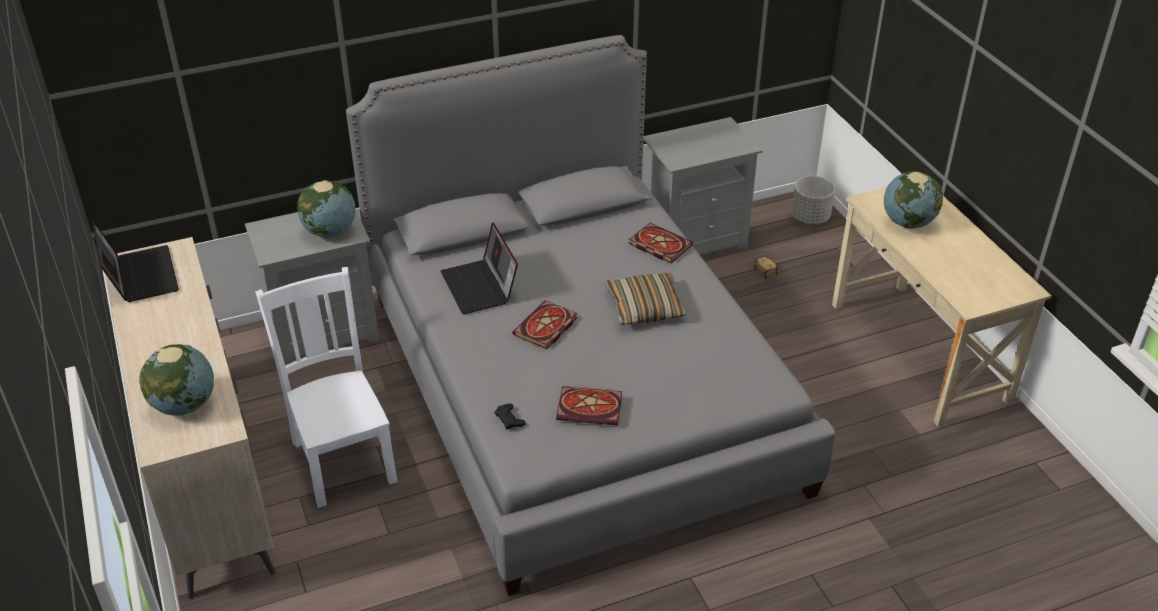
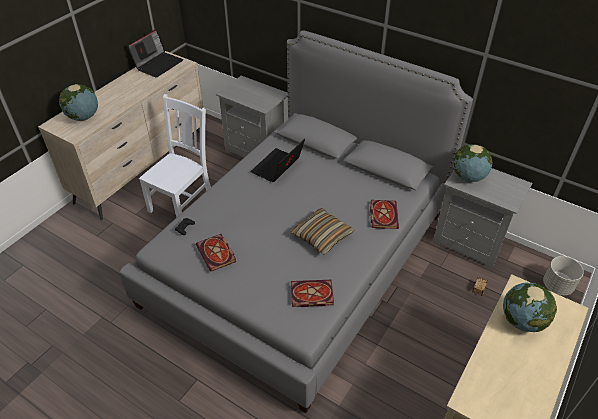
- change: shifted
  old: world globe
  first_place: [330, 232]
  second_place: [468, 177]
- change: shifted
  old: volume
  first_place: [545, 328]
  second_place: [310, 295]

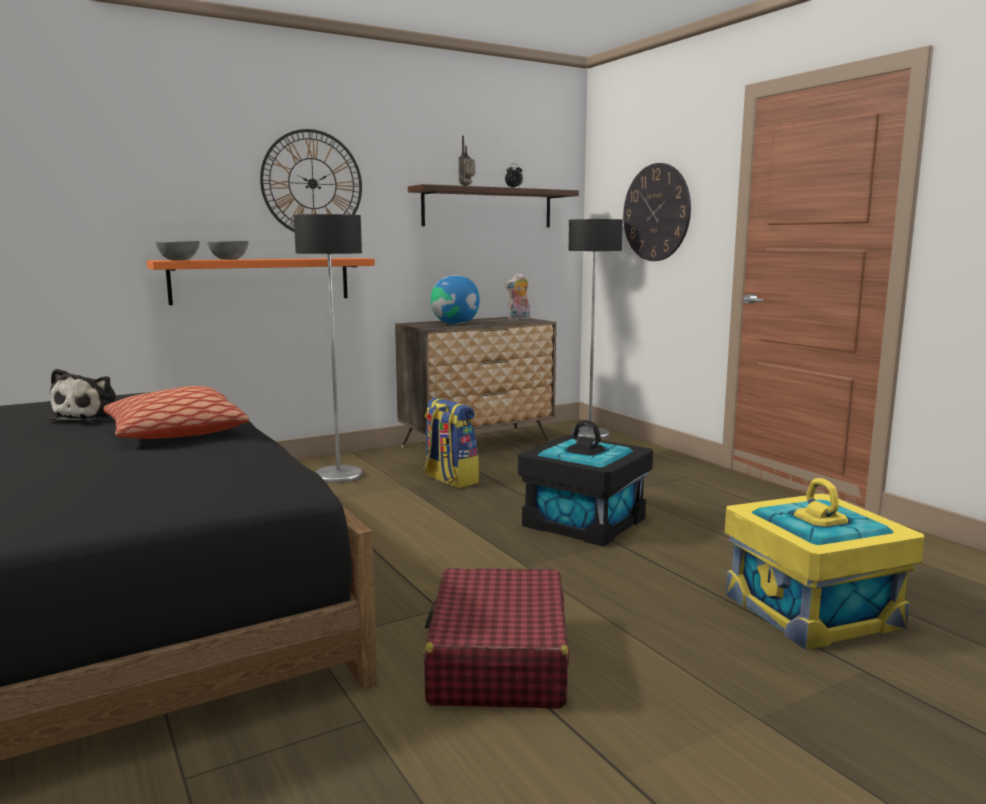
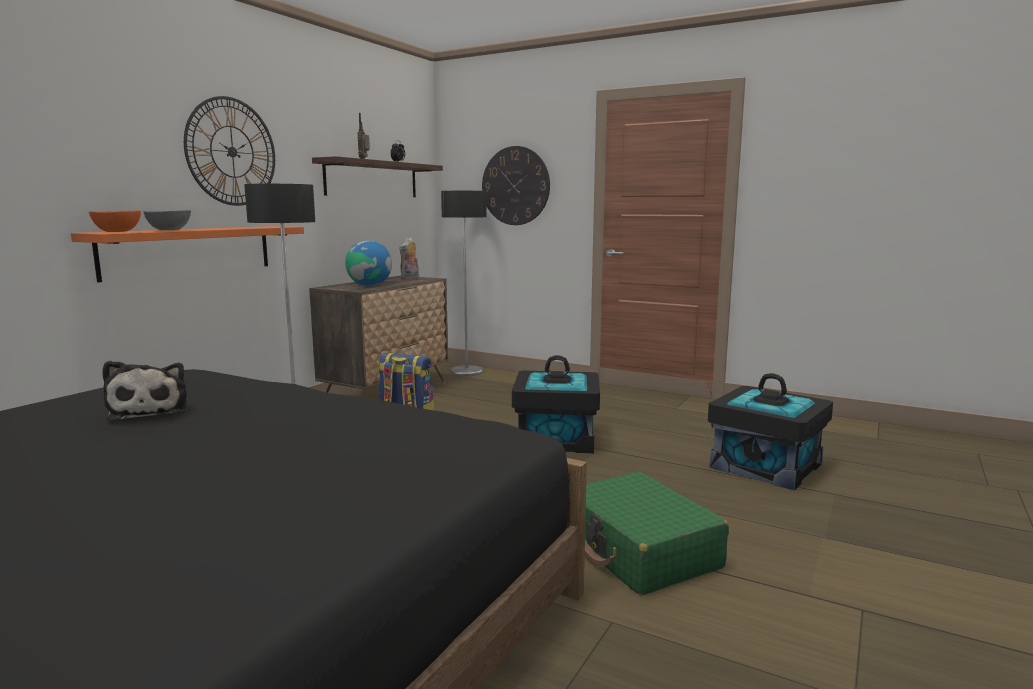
- change: repainted
  old: deep dish/gray
  new: deep dish/orange
  first_place: [180, 260]
  second_place: [119, 232]
- change: gone
  old: throw pillow
  first_place: [176, 433]
- change: repainted
  old: storage bin/yellow
  new: storage bin/black-coloured
  first_place: [813, 611]
  second_place: [766, 466]
- change: repainted
  old: piece of luggage/reddish
  new: piece of luggage/green
  first_place: [498, 660]
  second_place: [639, 550]

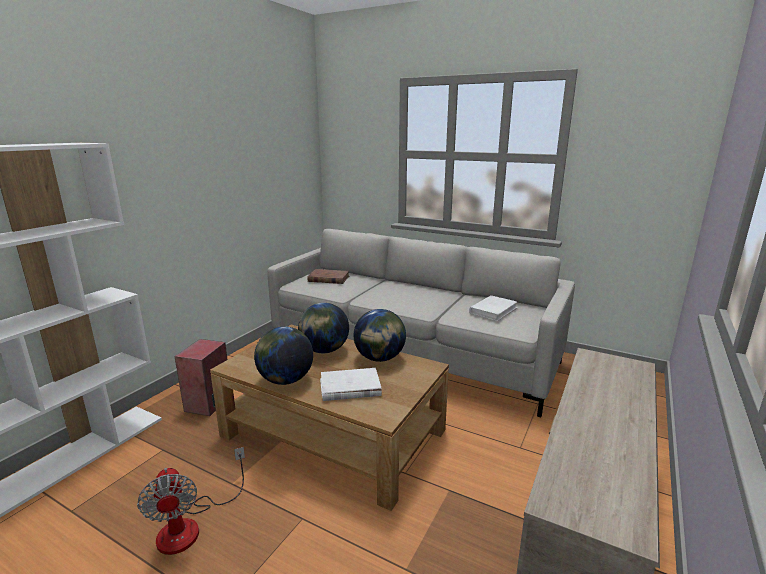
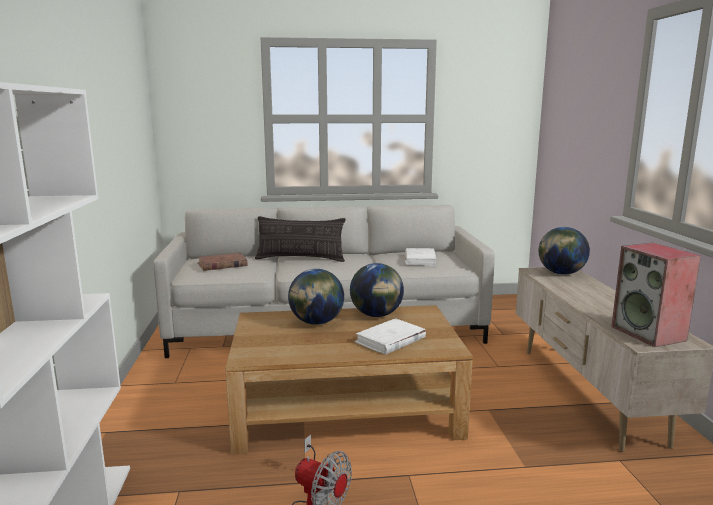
- change: shifted
  old: world globe
  first_place: [285, 380]
  second_place: [561, 273]
- change: shifted
  old: audio speaker
  first_place: [208, 403]
  second_place: [649, 334]
- change: new
  new: throw pillow
  second_place: [300, 259]

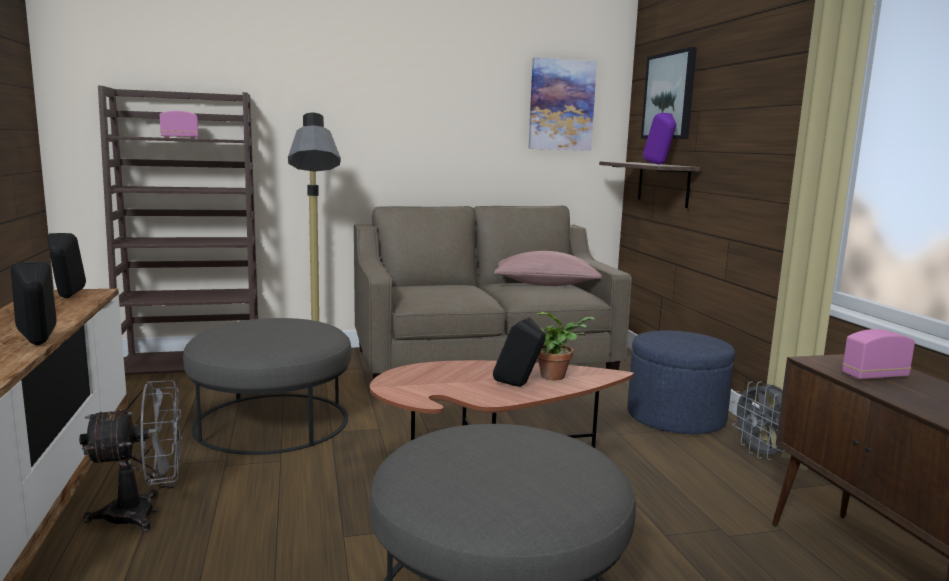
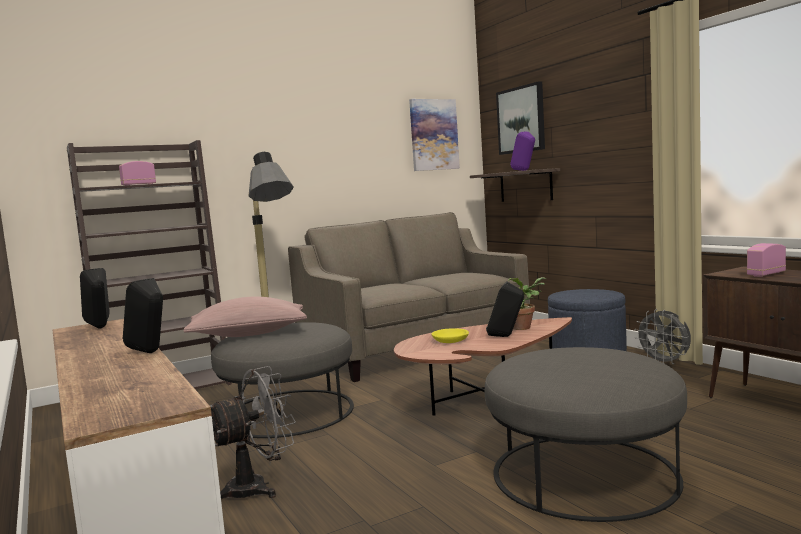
- change: shifted
  old: throw pillow/pink-coloured
  first_place: [545, 284]
  second_place: [249, 334]
- change: new
  new: deep dish/yellow
  second_place: [451, 341]

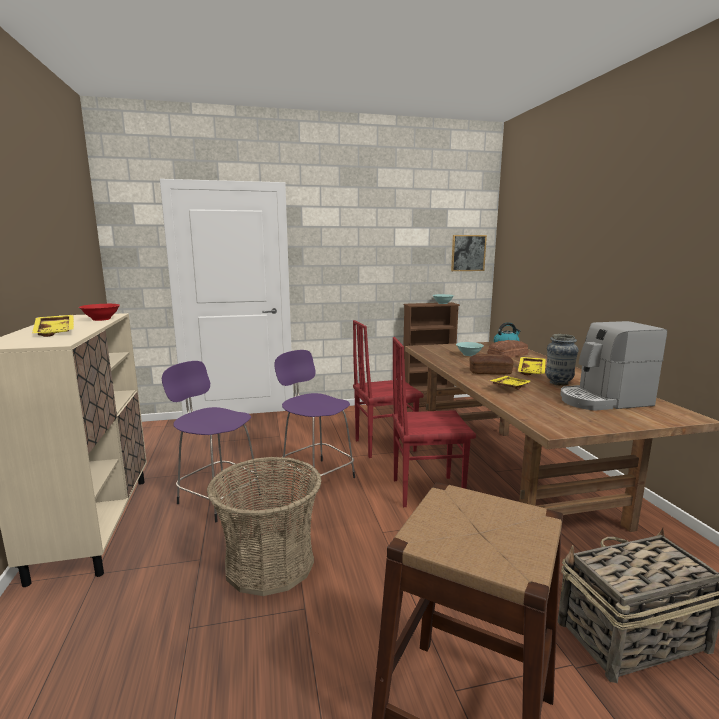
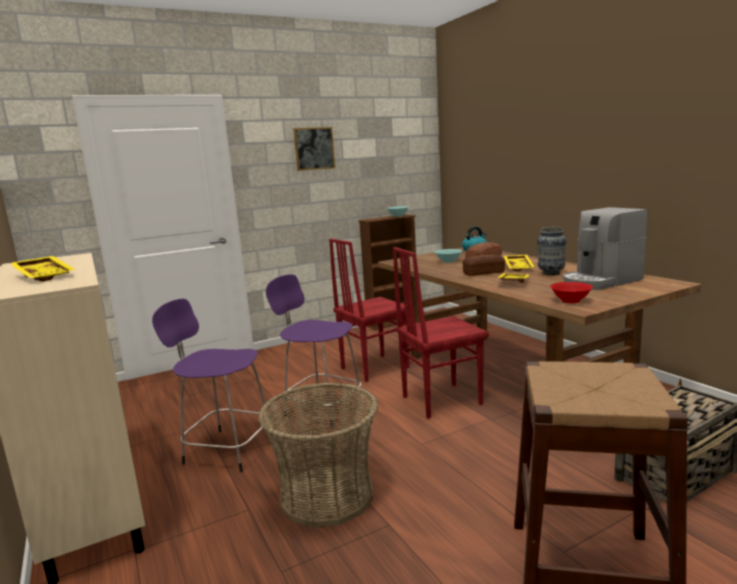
- change: shifted
  old: picture
  first_place: [468, 253]
  second_place: [314, 148]
- change: shifted
  old: deep dish/reddish
  first_place: [101, 319]
  second_place: [570, 301]

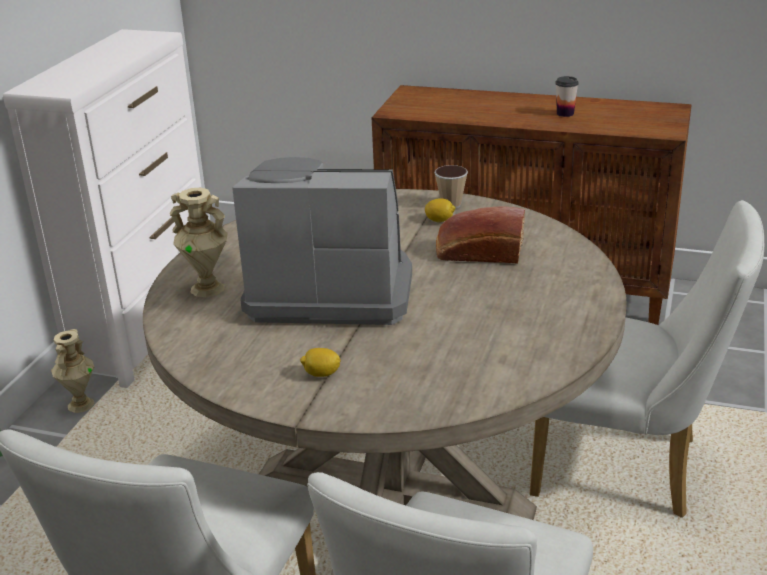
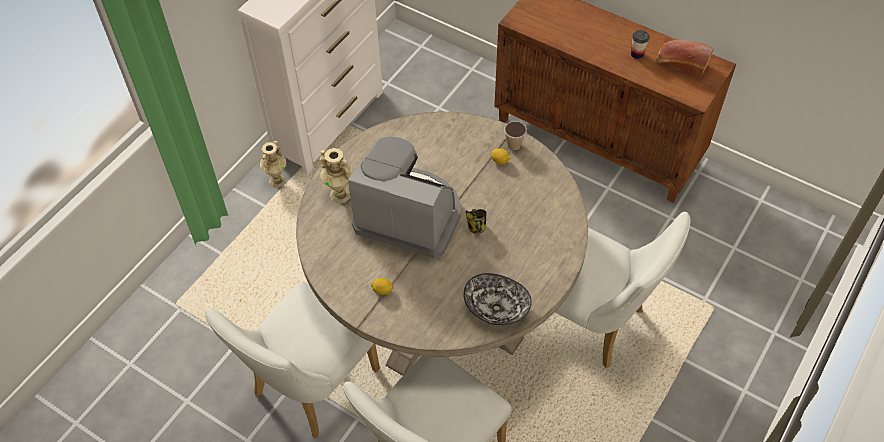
- change: shifted
  old: bakery bread
  first_place: [478, 253]
  second_place: [680, 64]
- change: new
  new: coffee mug
  second_place: [477, 228]
- change: new
  new: deep dish
  second_place: [496, 309]

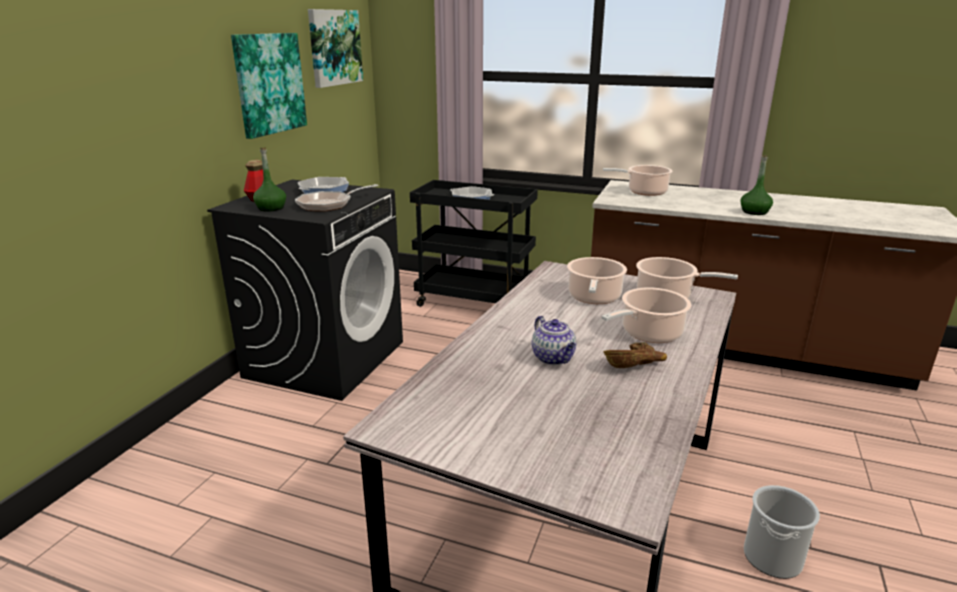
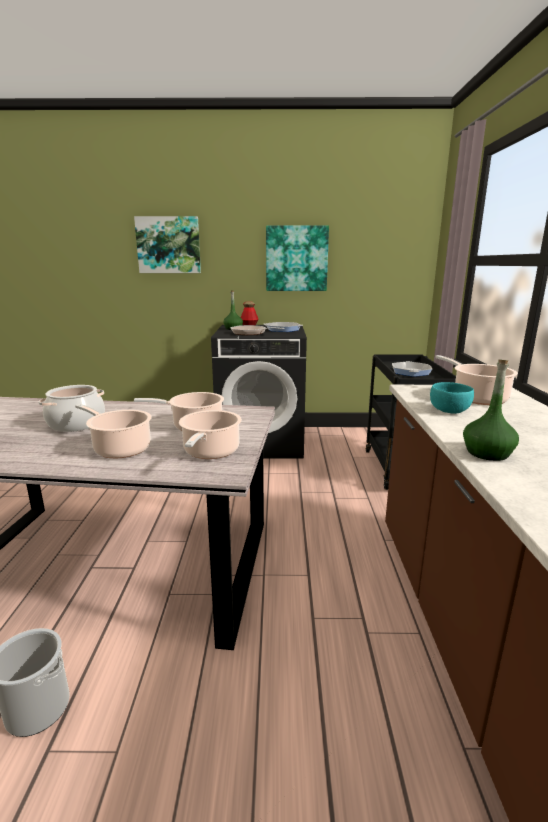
- change: shifted
  old: picture
  first_place: [334, 47]
  second_place: [168, 245]
- change: swapped
  old: teapot
  new: saucepot
  first_place: [554, 358]
  second_place: [76, 424]
- change: gone
  old: deep dish/brownish
  first_place: [634, 366]
- change: new
  new: deep dish/turquoise
  second_place: [450, 410]

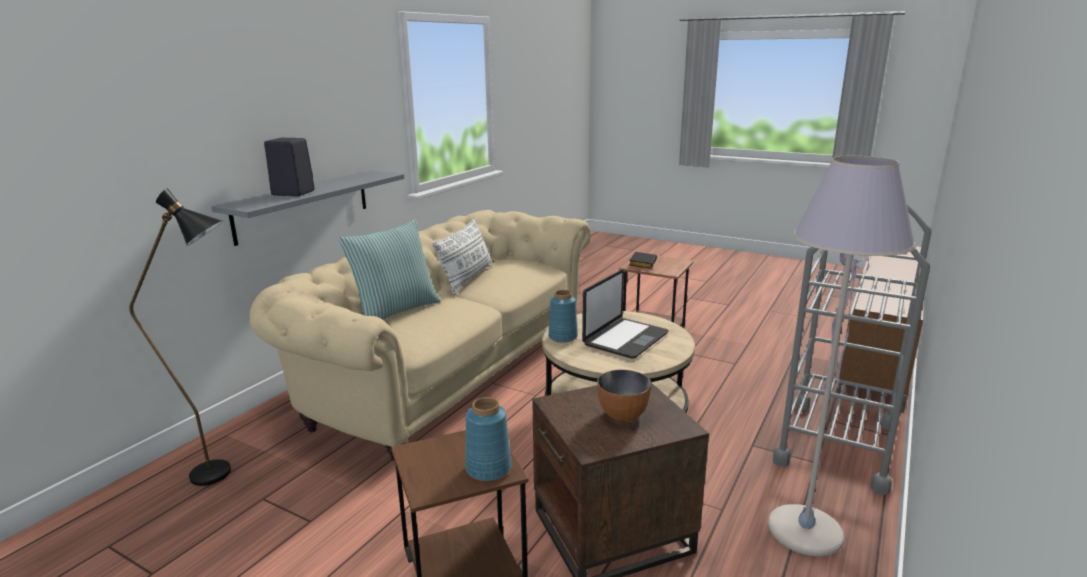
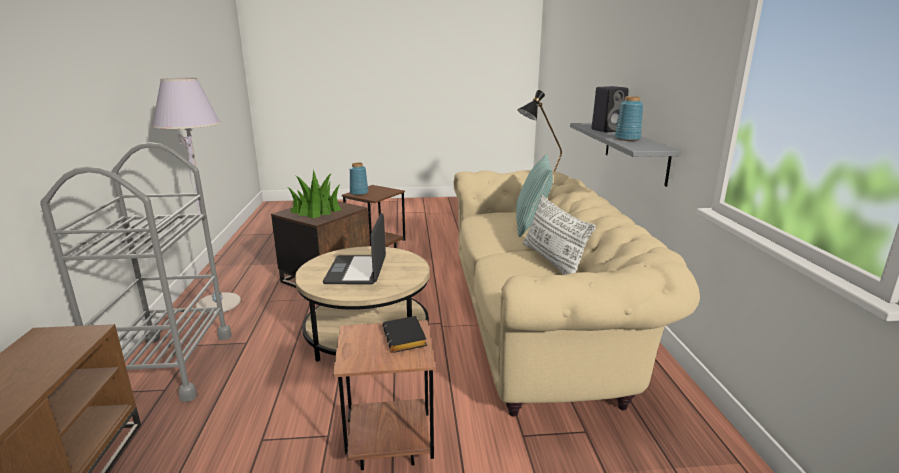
- change: shifted
  old: vase/bluish
  first_place: [563, 337]
  second_place: [627, 139]
- change: swapped
  old: deep dish
  new: houseplant
  first_place: [622, 415]
  second_place: [316, 210]

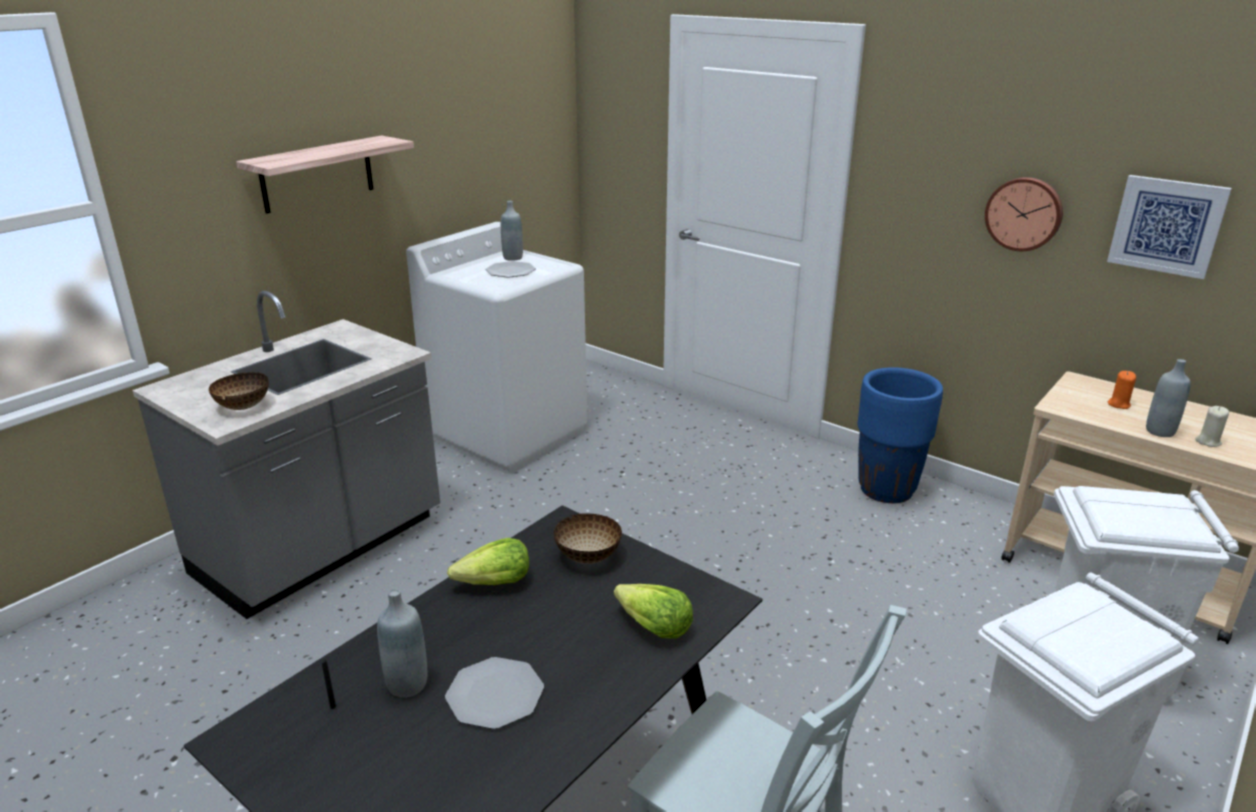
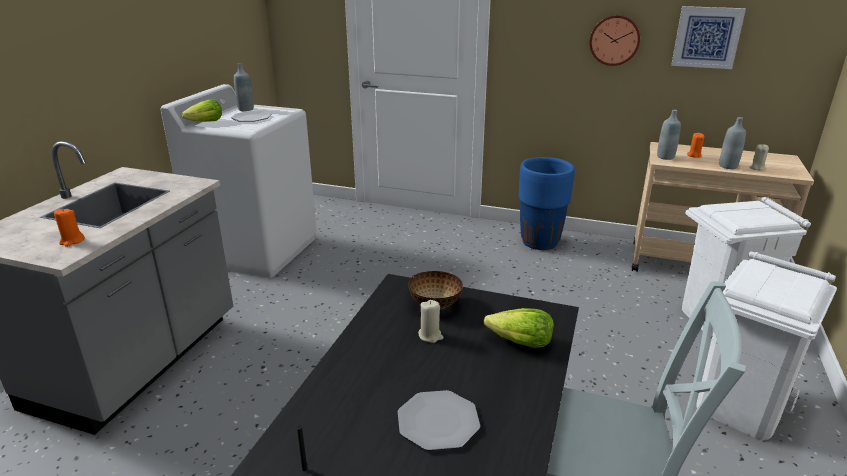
- change: gone
  old: shelf
  first_place: [317, 174]
- change: swapped
  old: deep dish
  new: candle/orange
  first_place: [243, 406]
  second_place: [72, 241]
- change: shifted
  old: head of lettuce
  first_place: [495, 583]
  second_place: [206, 122]
- change: shifted
  old: bottle/gray
  first_place: [407, 684]
  second_place: [665, 157]
- change: new
  new: candle/sand-coloured
  second_place: [430, 335]

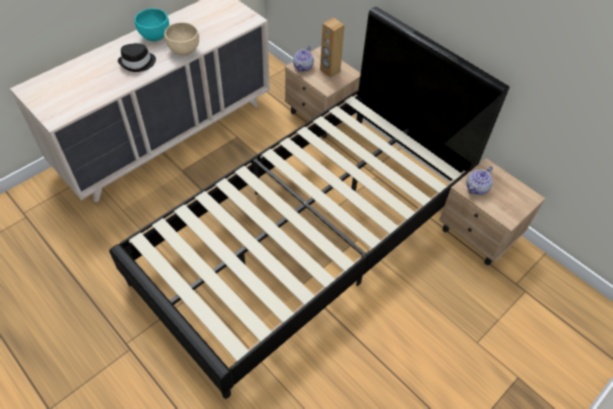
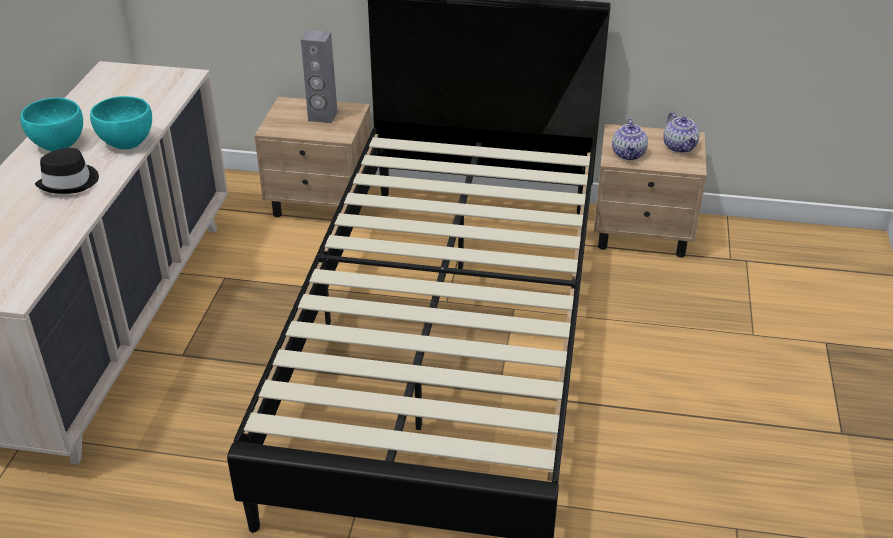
- change: repainted
  old: audio speaker/brownish
  new: audio speaker/gray
  first_place: [329, 71]
  second_place: [322, 116]
- change: repainted
  old: deep dish/sand-coloured
  new: deep dish/turquoise
  first_place: [184, 51]
  second_place: [127, 143]
- change: shifted
  old: teapot
  first_place: [303, 67]
  second_place: [680, 147]

